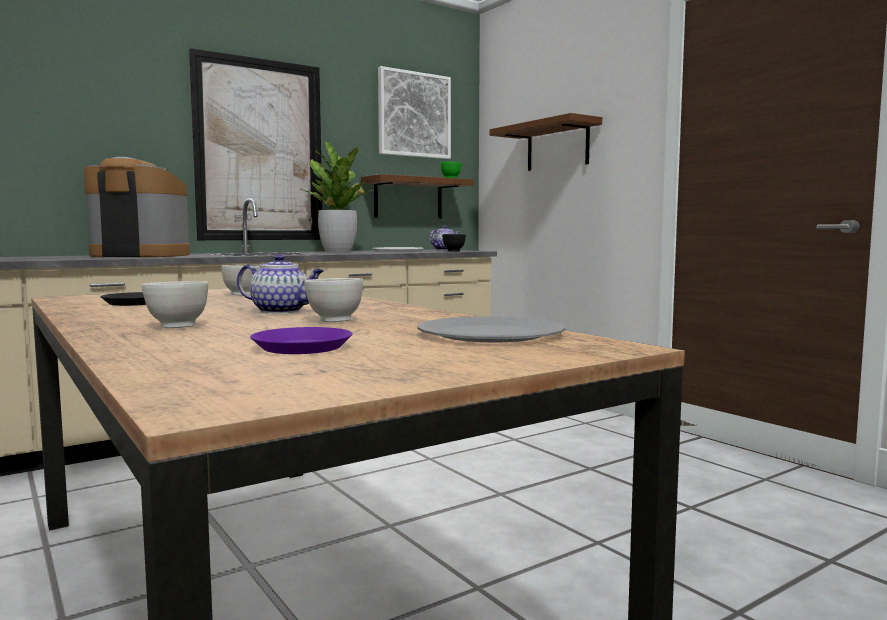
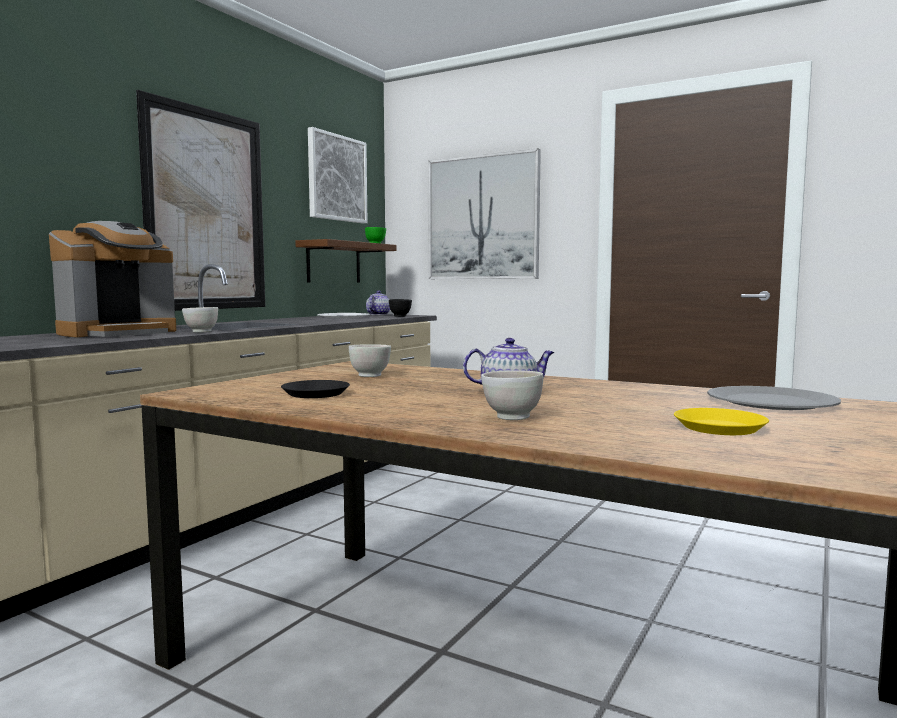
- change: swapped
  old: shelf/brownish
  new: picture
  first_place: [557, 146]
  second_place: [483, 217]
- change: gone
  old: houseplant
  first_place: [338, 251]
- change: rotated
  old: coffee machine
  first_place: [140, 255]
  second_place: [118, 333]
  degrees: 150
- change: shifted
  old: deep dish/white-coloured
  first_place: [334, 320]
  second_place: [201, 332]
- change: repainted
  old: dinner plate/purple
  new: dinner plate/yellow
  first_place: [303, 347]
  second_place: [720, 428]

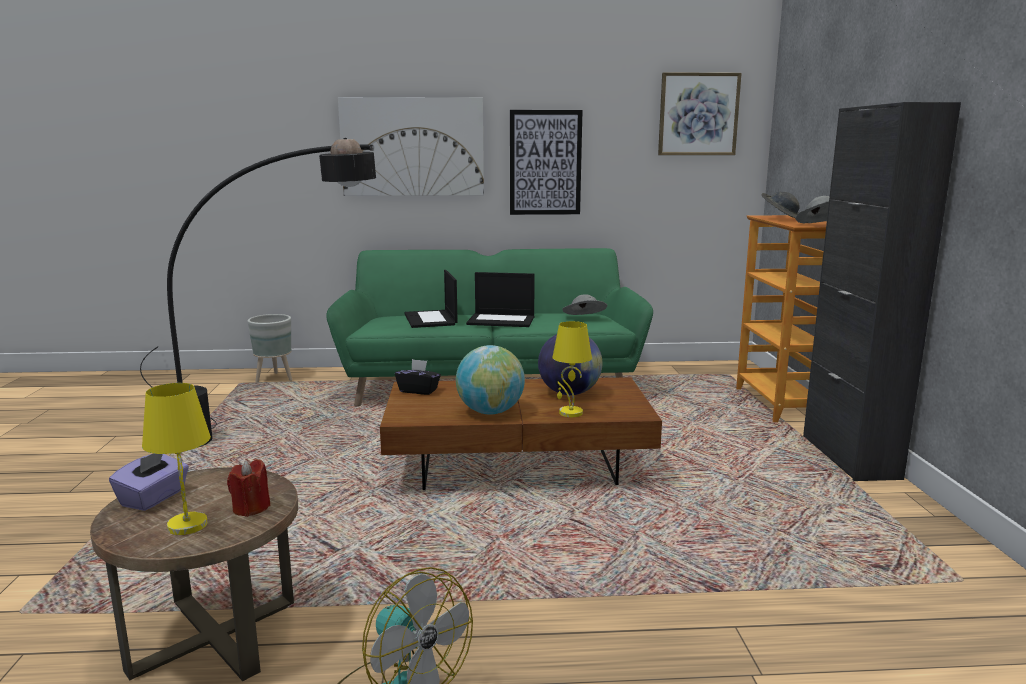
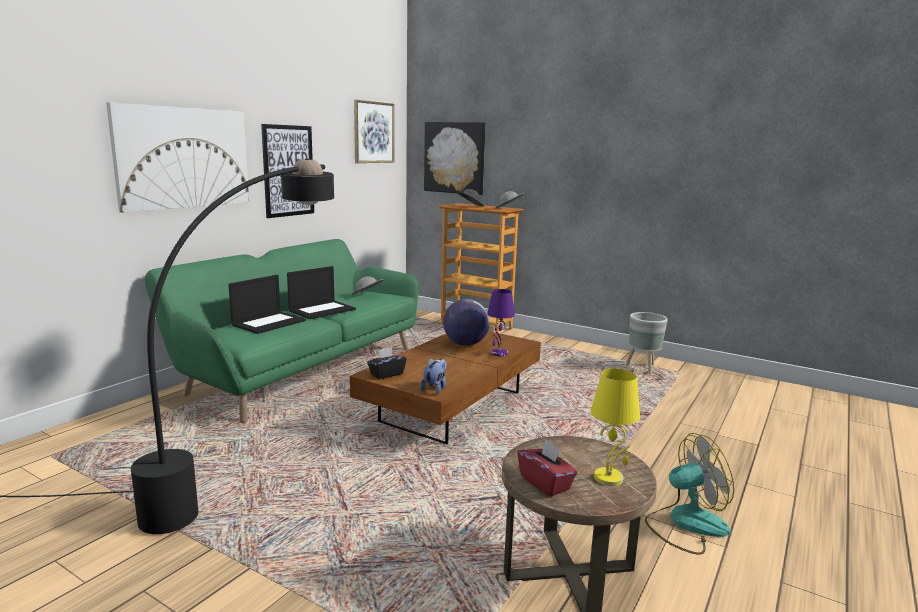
- change: gone
  old: storage cabinet/black-coloured
  first_place: [850, 457]
- change: rotated
  old: notebook computer
  first_place: [431, 319]
  second_place: [269, 322]
  degrees: -75
- change: shifted
  old: flower pot/gray
  first_place: [274, 379]
  second_place: [643, 368]
- change: repainted
  old: lamp for a table/yellow
  new: lamp for a table/purple
  first_place: [570, 413]
  second_place: [499, 353]
- change: gone
  old: world globe
  first_place: [490, 412]
- change: repainted
  old: tissue holder/purple
  new: tissue holder/reddish
  first_place: [154, 498]
  second_place: [545, 483]
- change: gone
  old: candle/reddish
  first_place: [251, 508]
- change: new
  new: picture
  second_place: [454, 158]
- change: new
  new: plush toy
  second_place: [435, 388]

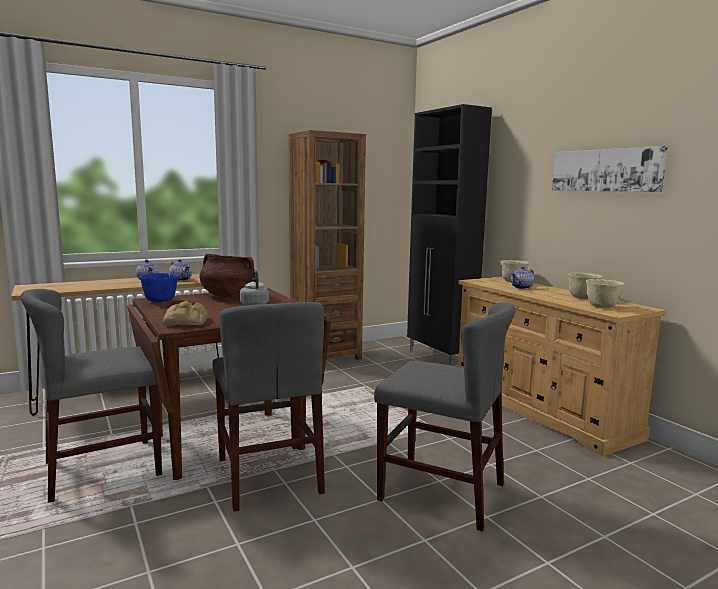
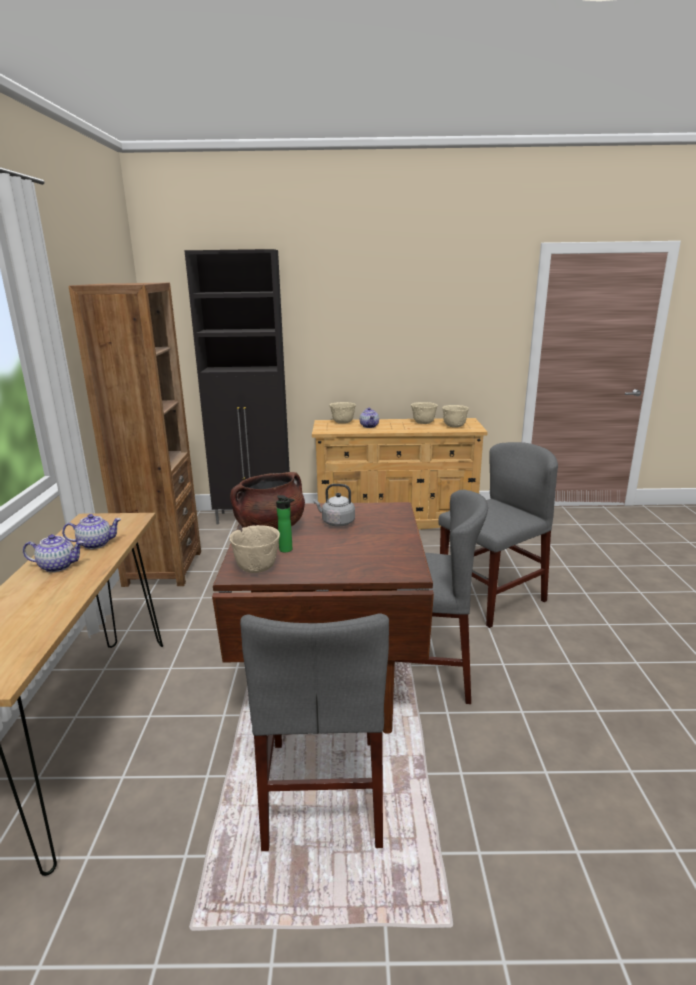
- change: gone
  old: picture
  first_place: [606, 170]
- change: repainted
  old: deep dish/bluish
  new: deep dish/sand-coloured
  first_place: [161, 301]
  second_place: [256, 567]
- change: gone
  old: bakery bread
  first_place: [186, 322]
- change: new
  new: bottle
  second_place: [287, 550]

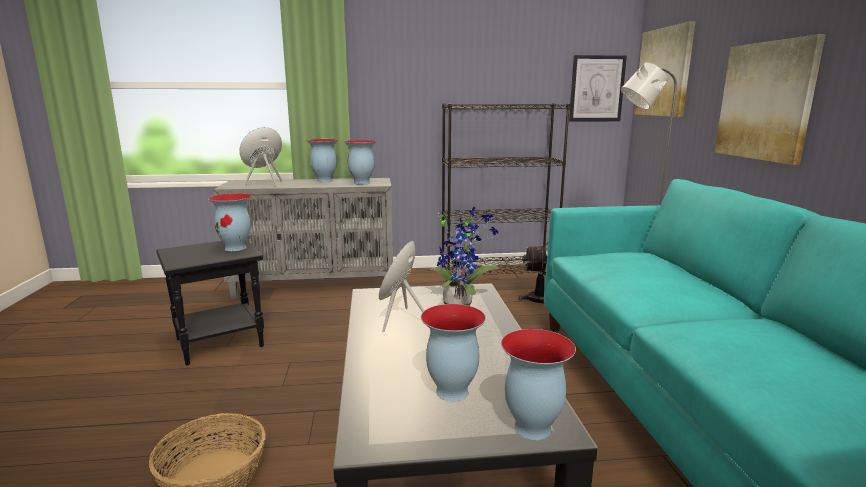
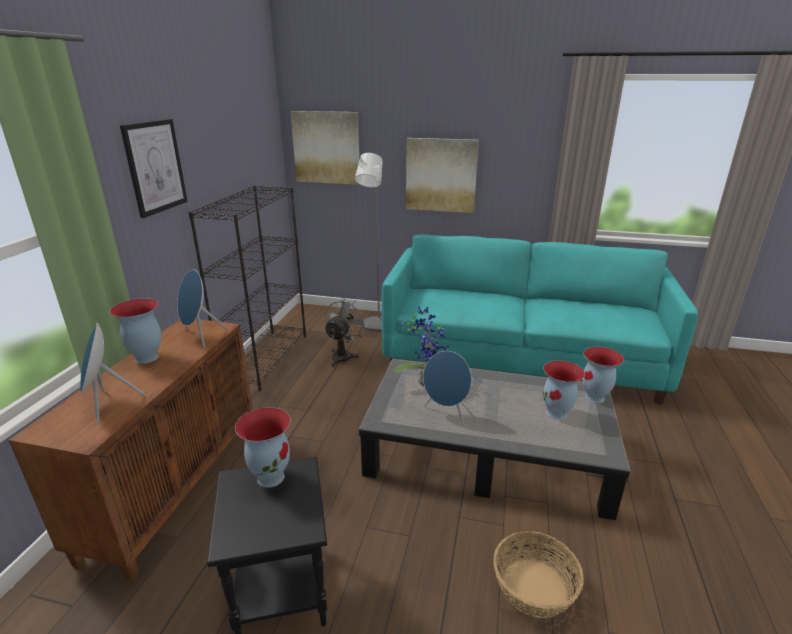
- change: shifted
  old: picture
  first_place: [596, 88]
  second_place: [155, 167]
- change: swapped
  old: vase
  new: audio speaker/bluish
  first_place: [361, 183]
  second_place: [200, 337]
- change: repainted
  old: storage cabinet/gray
  new: storage cabinet/brownish
  first_place: [315, 286]
  second_place: [175, 487]

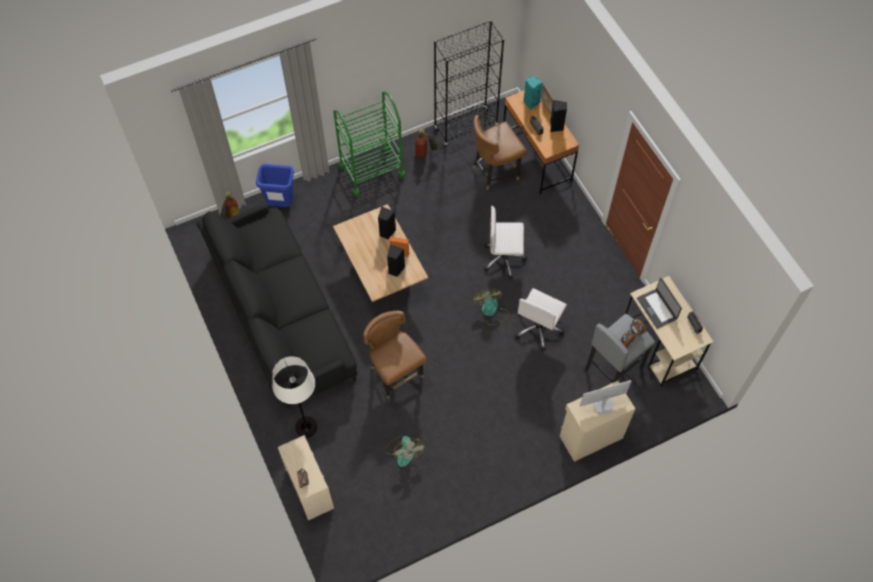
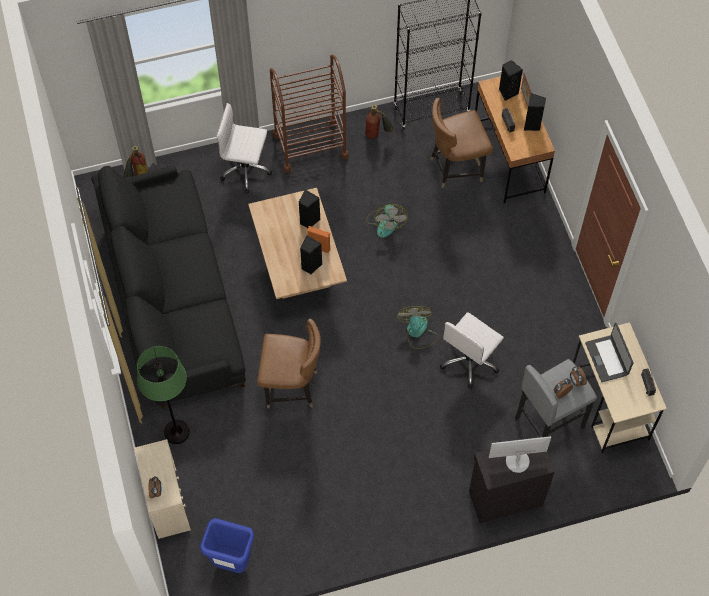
- change: repainted
  old: audio speaker/turquoise
  new: audio speaker/black-coloured
  first_place: [531, 103]
  second_place: [507, 92]
- change: repainted
  old: trolley/green
  new: trolley/brownish
  first_place: [371, 171]
  second_place: [310, 145]
- change: shifted
  old: rubbish bin/bluish
  first_place: [281, 204]
  second_place: [231, 562]
- change: shifted
  old: computer chair/white-coloured
  first_place: [504, 259]
  second_place: [246, 170]
- change: rotated
  old: chair/brownish
  first_place: [396, 374]
  second_place: [291, 387]
  degrees: 120
- change: repainted
  old: standard lamp/white-coloured
  new: standard lamp/green
  first_place: [306, 427]
  second_place: [176, 432]
- change: repainted
  old: storage cabinet/sand-coloured
  new: storage cabinet/black-coloured
  first_place: [590, 436]
  second_place: [504, 497]
- change: shifted
  old: electric fan
  first_place: [404, 451]
  second_place: [385, 223]

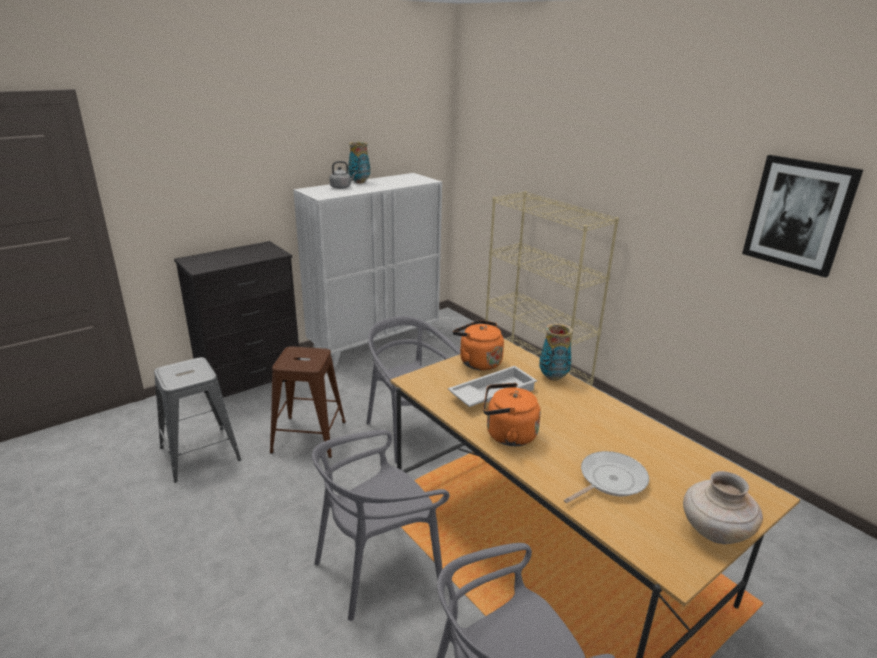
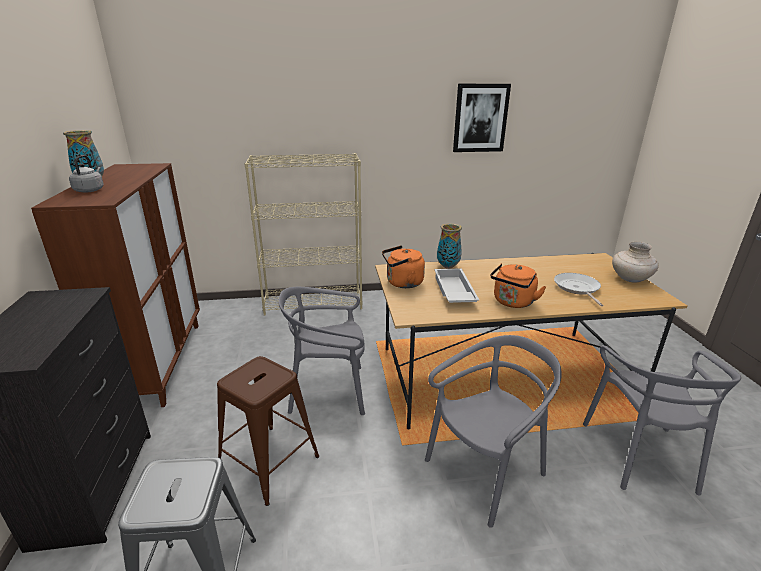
- change: repainted
  old: storage cabinet/white-coloured
  new: storage cabinet/brownish
  first_place: [375, 343]
  second_place: [160, 362]
- change: rotated
  old: chair/gray
  first_place: [378, 568]
  second_place: [486, 471]
  degrees: -120

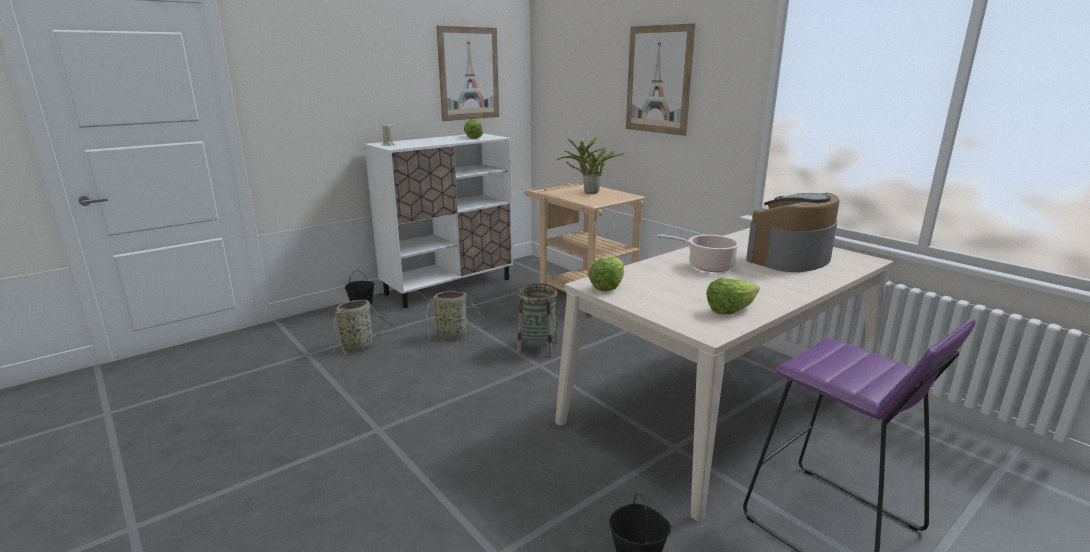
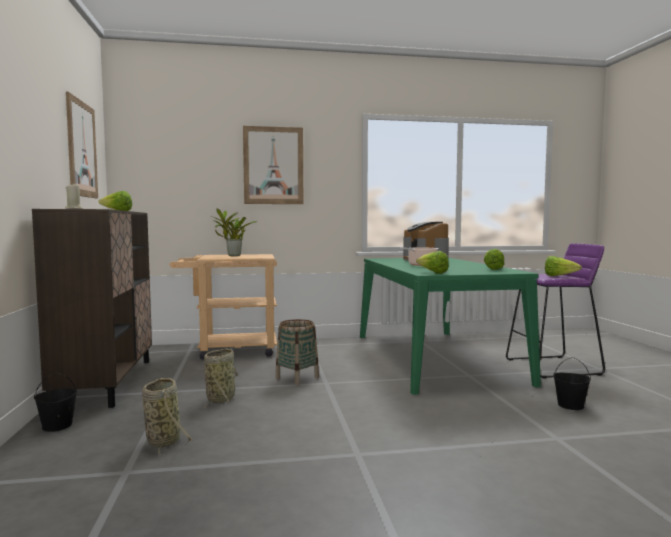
- change: repainted
  old: storage cabinet/white-coloured
  new: storage cabinet/brownish
  first_place: [449, 286]
  second_place: [106, 382]
- change: repainted
  old: kitchen table/sand-coloured
  new: kitchen table/green
  first_place: [721, 404]
  second_place: [434, 357]
- change: new
  new: head of lettuce
  second_place: [559, 276]

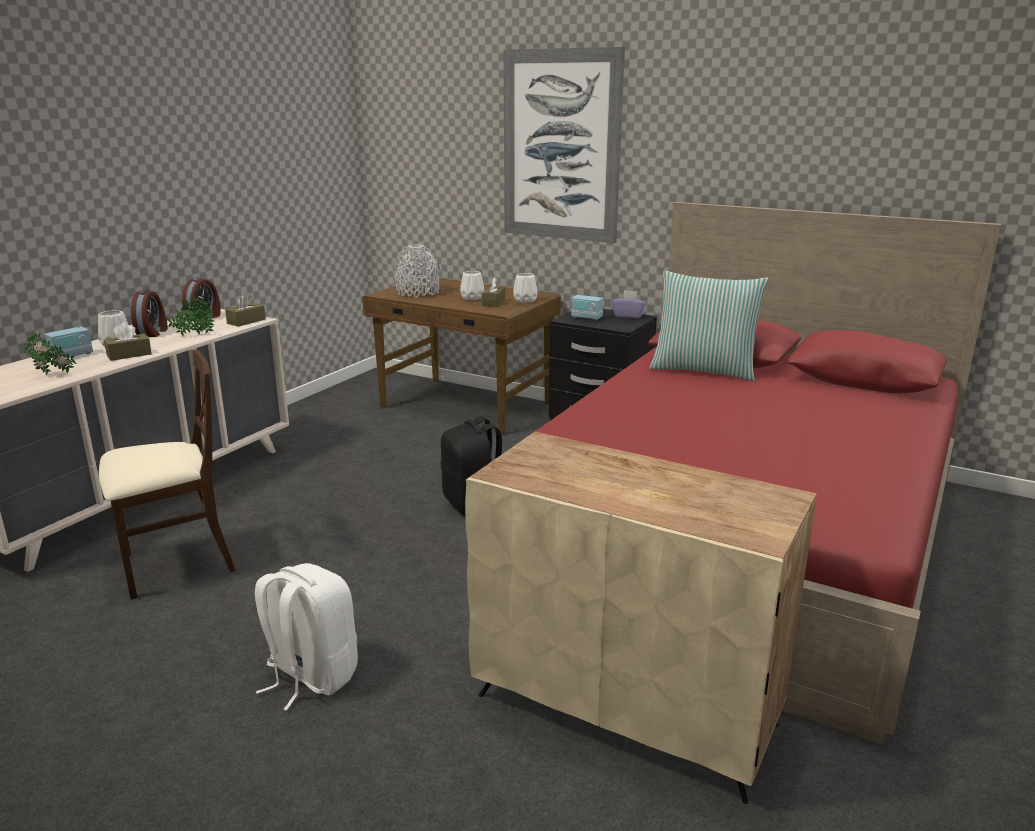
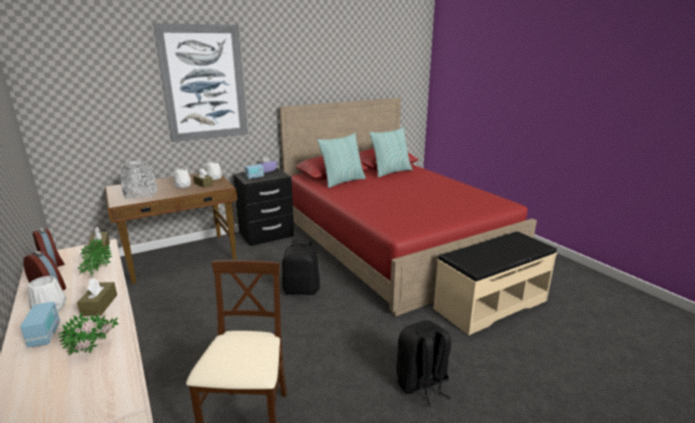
- change: swapped
  old: storage cabinet/sand-coloured
  new: bench/sand-coloured
  first_place: [627, 709]
  second_place: [490, 304]
- change: repainted
  old: rucksack/white-coloured
  new: rucksack/black-coloured
  first_place: [310, 676]
  second_place: [422, 384]
- change: new
  new: throw pillow
  second_place: [390, 172]

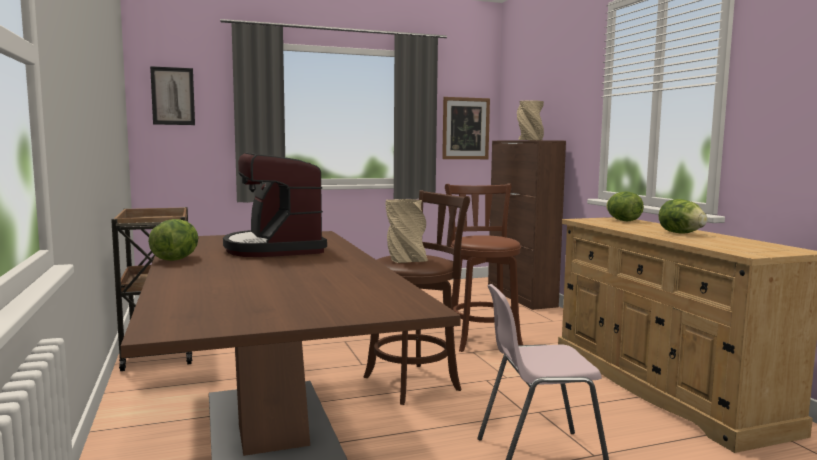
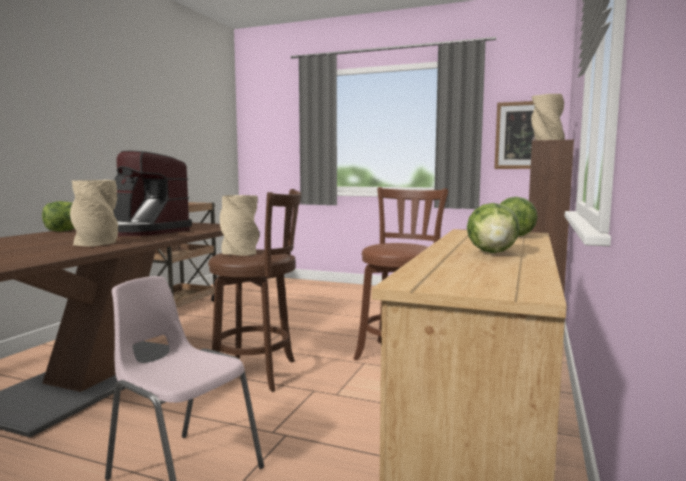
- change: gone
  old: picture
  first_place: [173, 96]
- change: rotated
  old: coffee machine
  first_place: [275, 249]
  second_place: [142, 231]
  degrees: -75
- change: new
  new: vase/sand-coloured
  second_place: [97, 244]

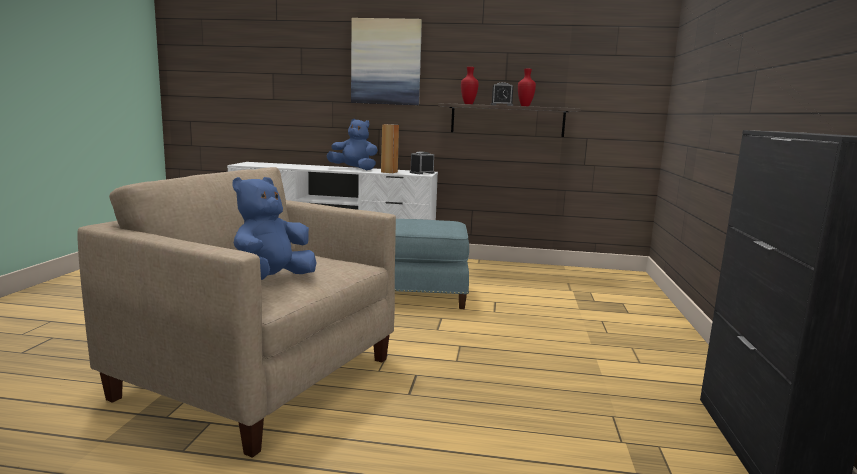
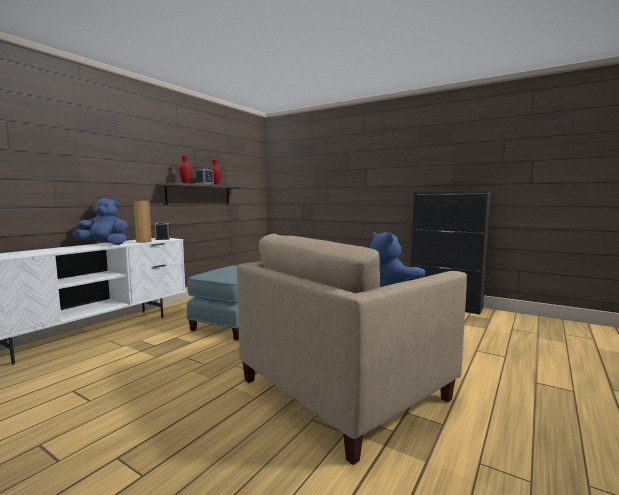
- change: gone
  old: picture
  first_place: [386, 62]
- change: rotated
  old: plush toy/bluish
  first_place: [354, 169]
  second_place: [104, 244]
  degrees: 45

